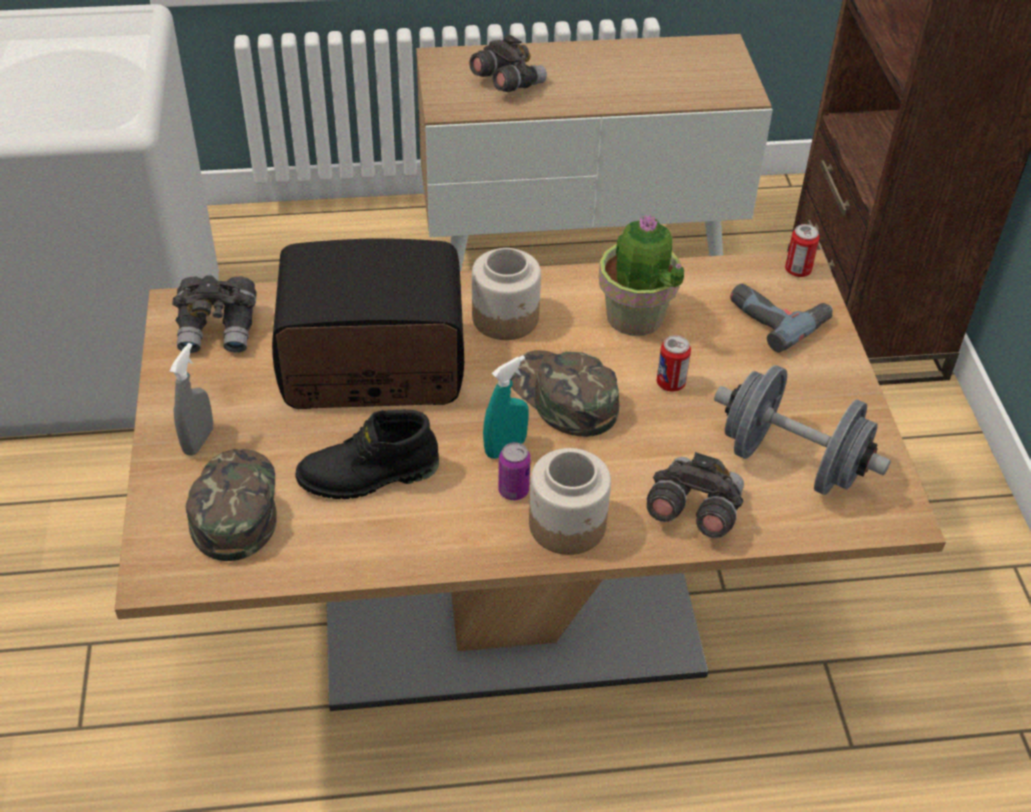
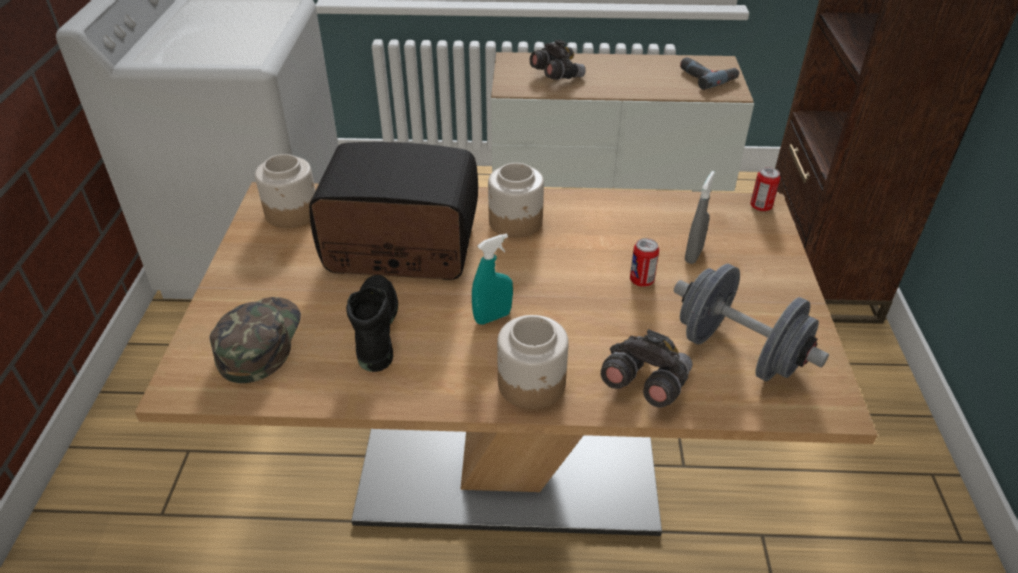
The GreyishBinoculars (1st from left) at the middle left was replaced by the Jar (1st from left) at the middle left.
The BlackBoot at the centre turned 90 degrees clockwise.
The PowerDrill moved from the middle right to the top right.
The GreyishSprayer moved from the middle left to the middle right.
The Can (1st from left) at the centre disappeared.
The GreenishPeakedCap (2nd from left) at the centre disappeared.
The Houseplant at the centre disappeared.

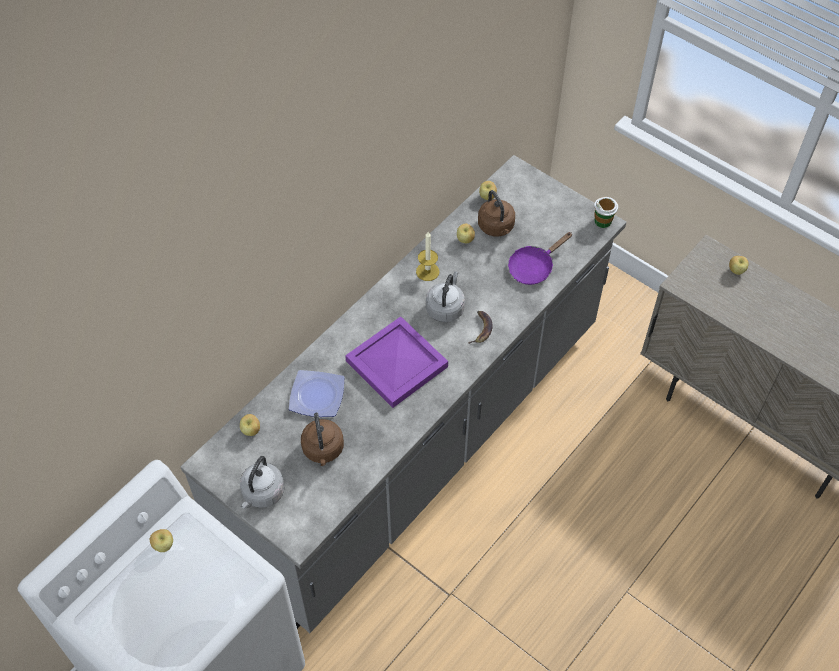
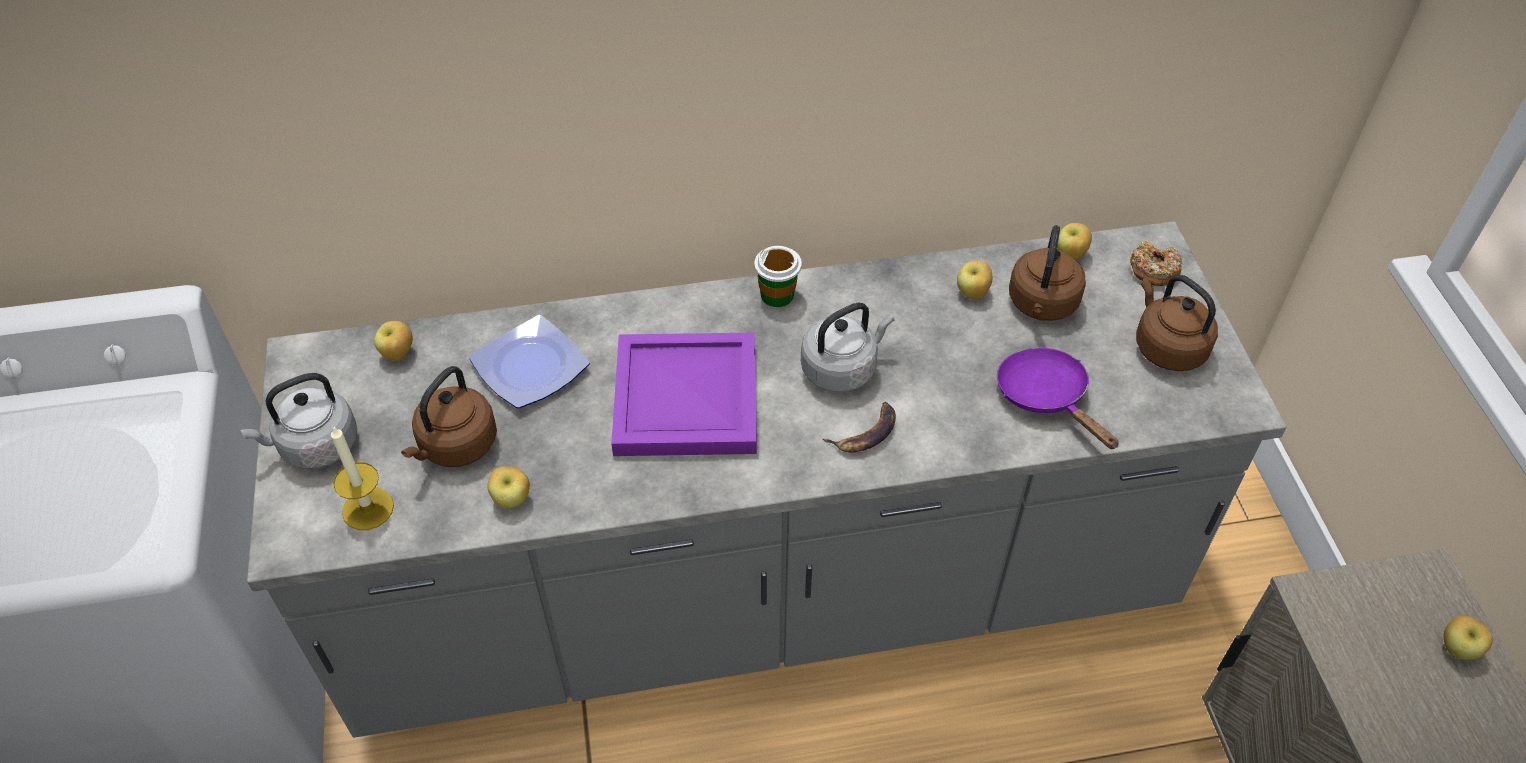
The WaxLight moved from the centre to the middle left.
The Apple (1st from left in the first image) moved from the bottom left to the middle left.
The DrinkingCup moved from the top right to the centre.
The PurpleColouredFryingPan at the centre turned 60 degrees clockwise.
The RingDoughnut at the middle right appeared.
The BrownColouredTeaKettle (3rd from left) at the middle right appeared.

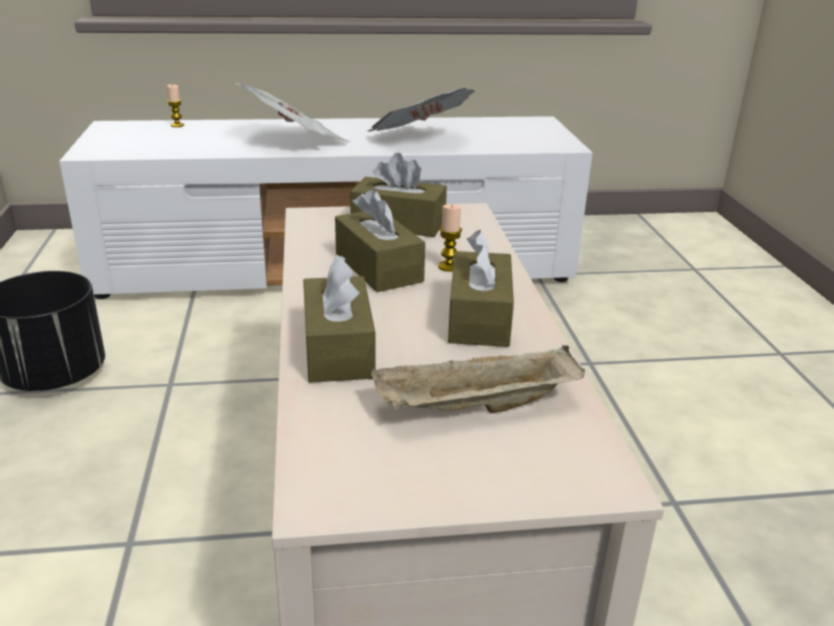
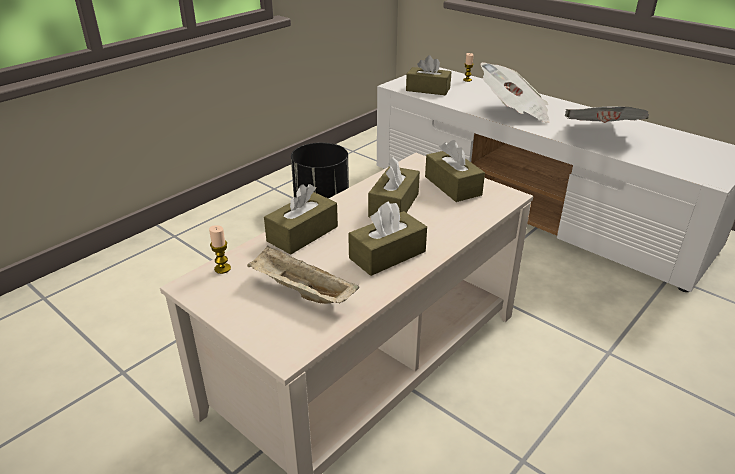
The WaxLight (2nd from left in the first image) moved from the centre to the middle left.
The BrownColouredTissueHolder (4th from left) at the top centre appeared.

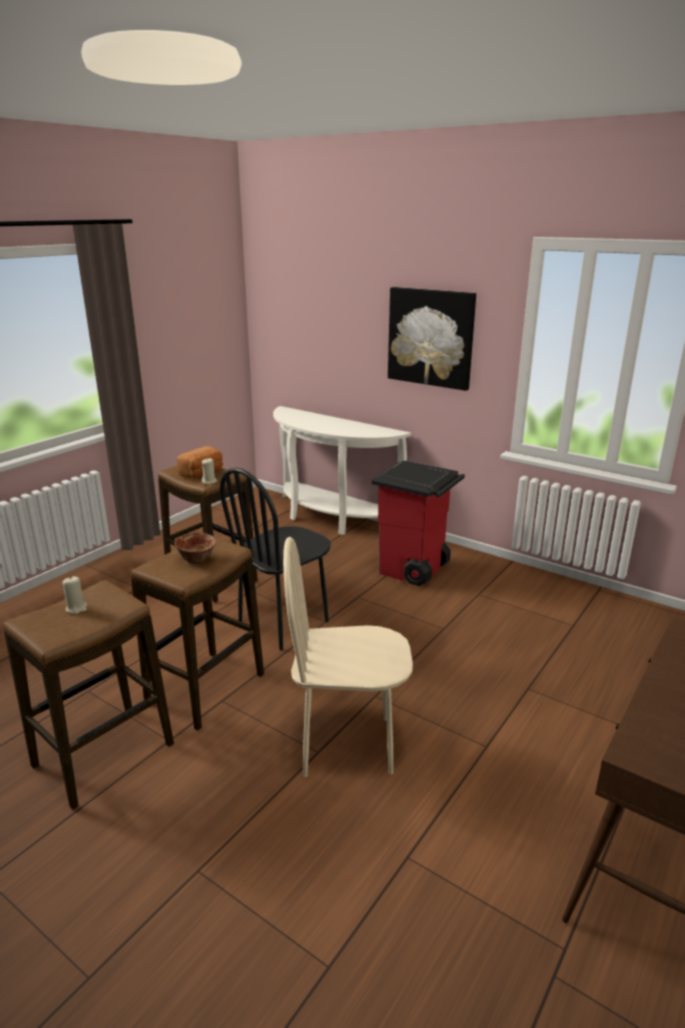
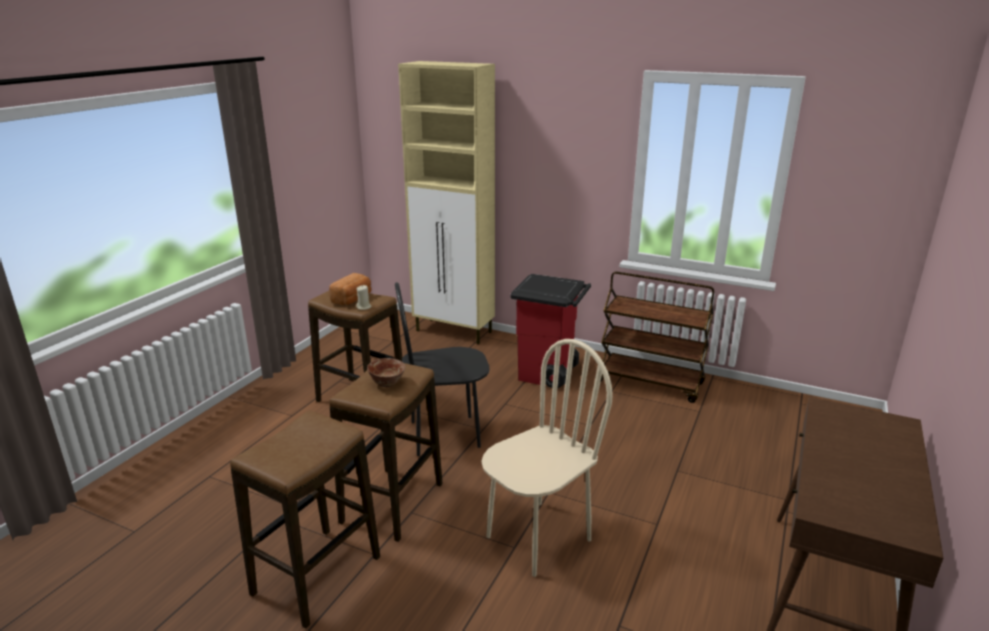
The BlackPlainChair at the centre turned 45 degrees clockwise.
The WhitishNarrowTable at the centre was replaced by the BeigeColouredCupboard at the top centre.
The BeigeColouredPlainChair at the centre turned 150 degrees clockwise.
The BrownColouredWheeledCart at the centre appeared.
The BeigeColouredWaxLight (1st from left) at the middle left disappeared.
The WallArt at the top centre disappeared.

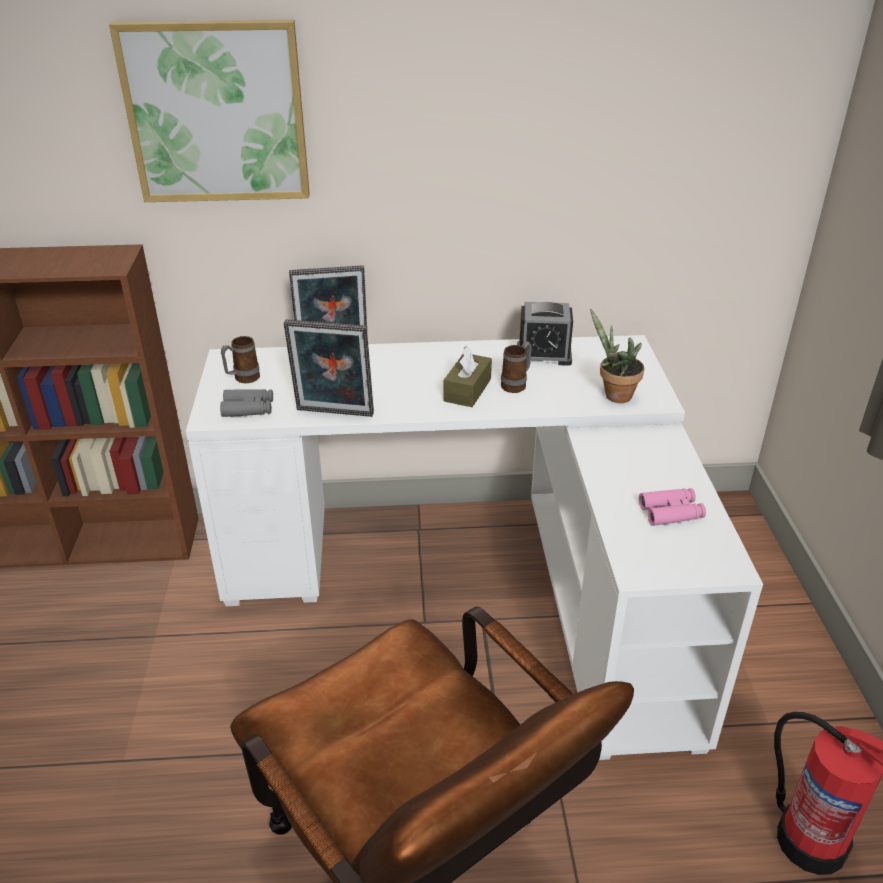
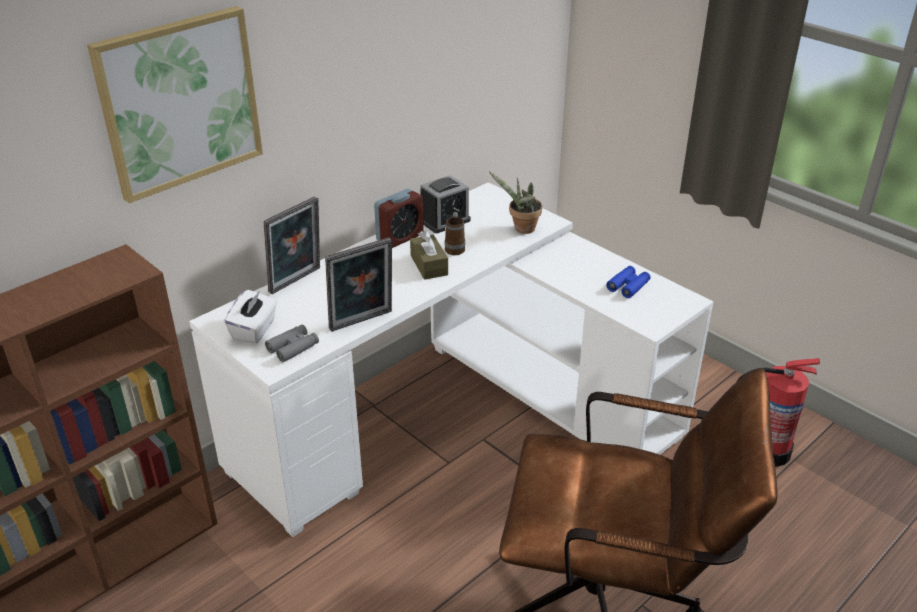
The Mug (1st from left) at the middle left was replaced by the WhitishTissueHolder at the middle left.
The BedsideClock (1st from left) at the centre appeared.
The PinkColouredBinoculars at the middle right became the BluishBinoculars at the middle right.

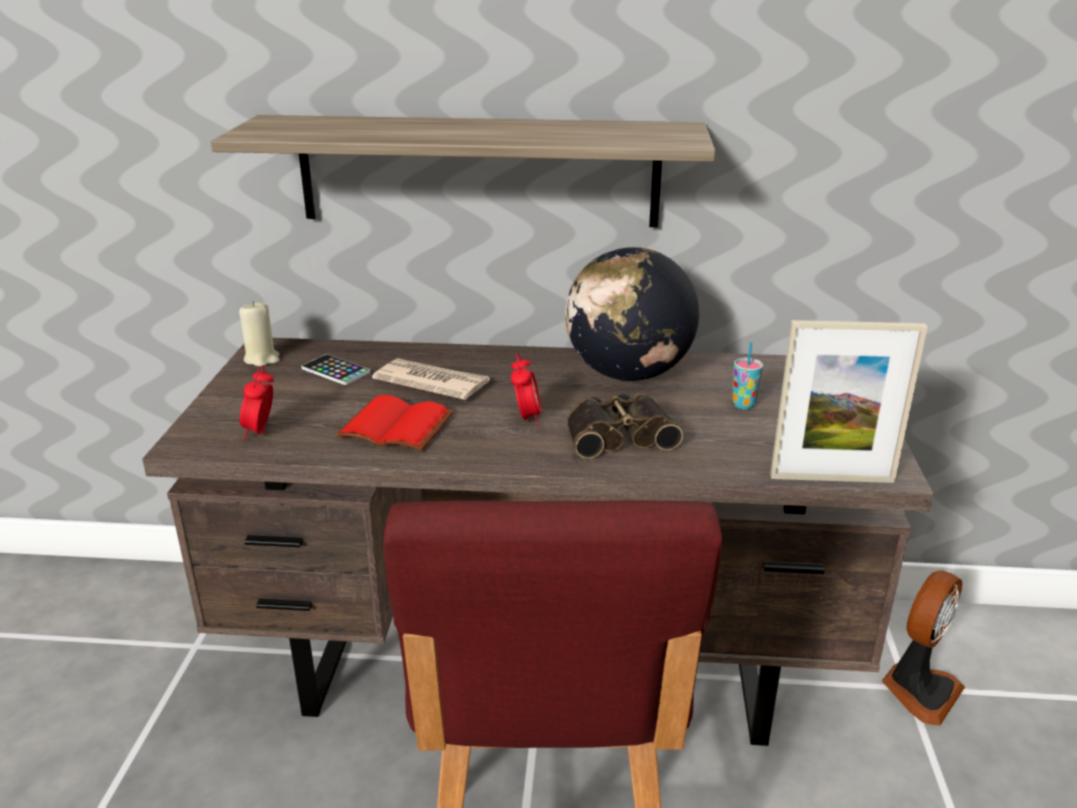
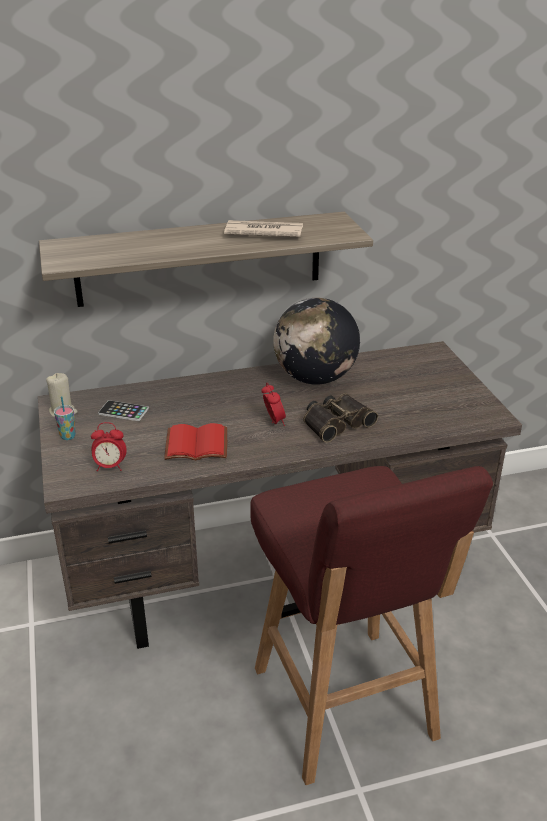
The DrinkingCup moved from the middle right to the middle left.
The BedsideClock (1st from left) at the middle left turned 75 degrees counterclockwise.
The Newspaper moved from the centre to the top centre.
The StandingFrame at the middle right disappeared.
The Fan at the bottom right disappeared.

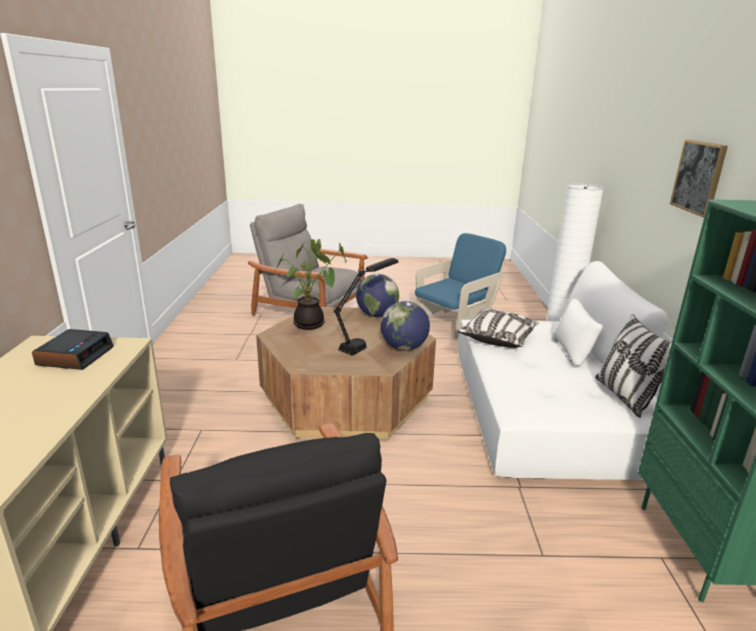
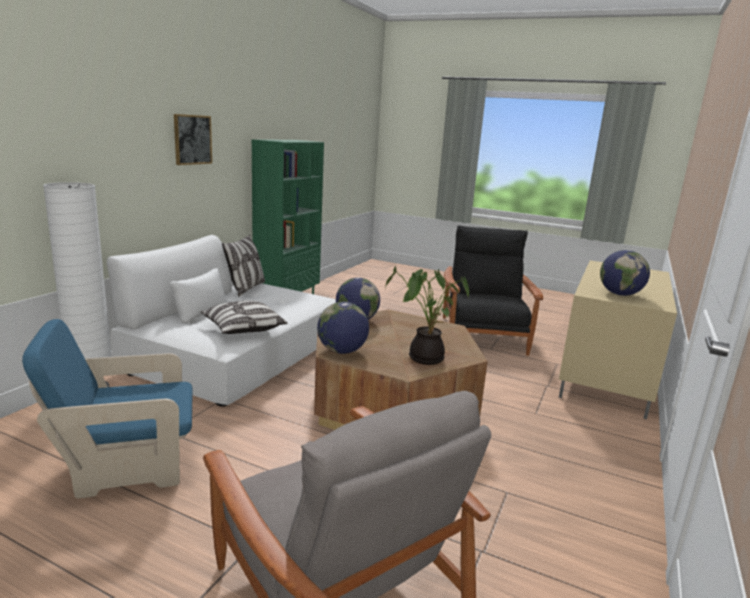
The BedsideClock at the middle left was replaced by the DeskGlobe (3rd from left) at the middle right.
The BlackTabletopLamp at the centre disappeared.

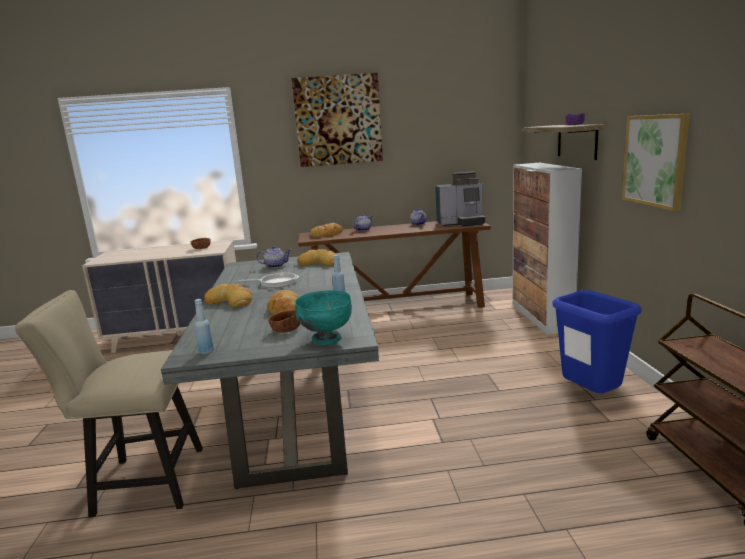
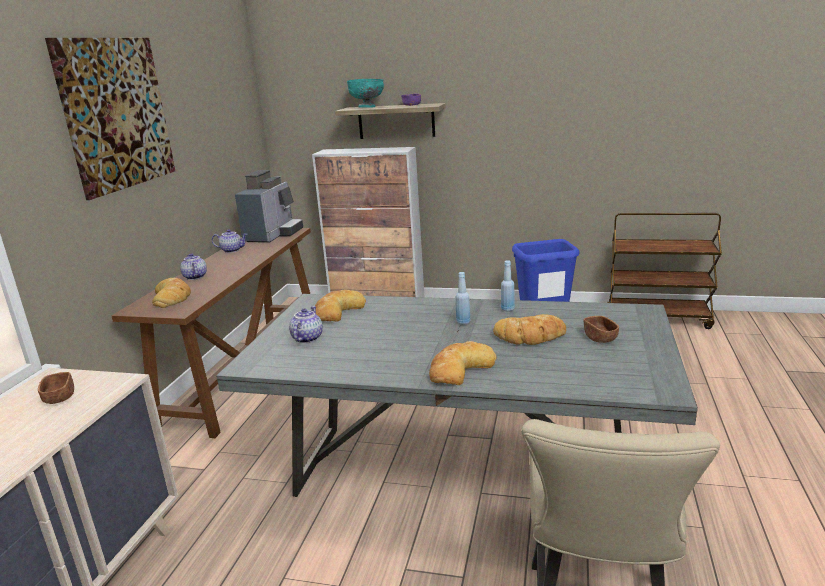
The TurquoiseDeepDish moved from the centre to the top centre.
The BluishBeverageBottle (1st from left) moved from the middle left to the centre.
The FryingPan at the centre disappeared.
The WallArt (2nd from left) at the top right disappeared.

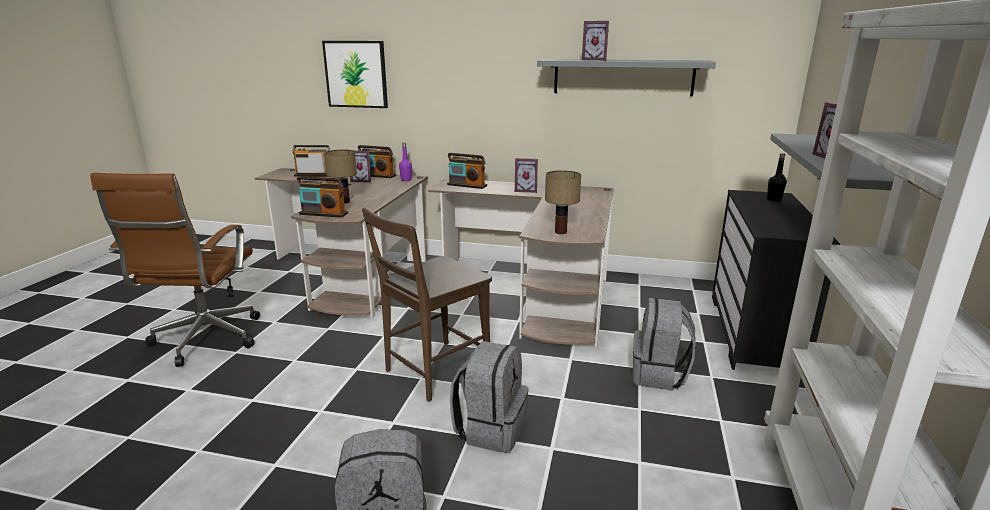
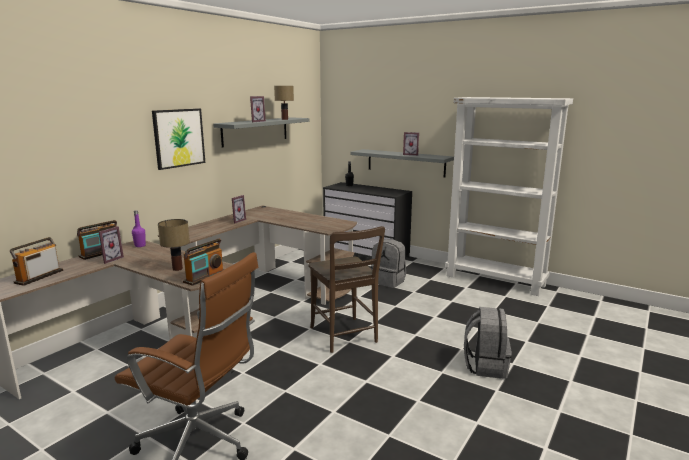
The WallArt moved from the top centre to the top left.
The TabletopLamp (2nd from left) moved from the centre to the top centre.
The RadioReceiver (4th from left) at the centre disappeared.
The GreyishKnapsack (2nd from left) at the bottom centre disappeared.

